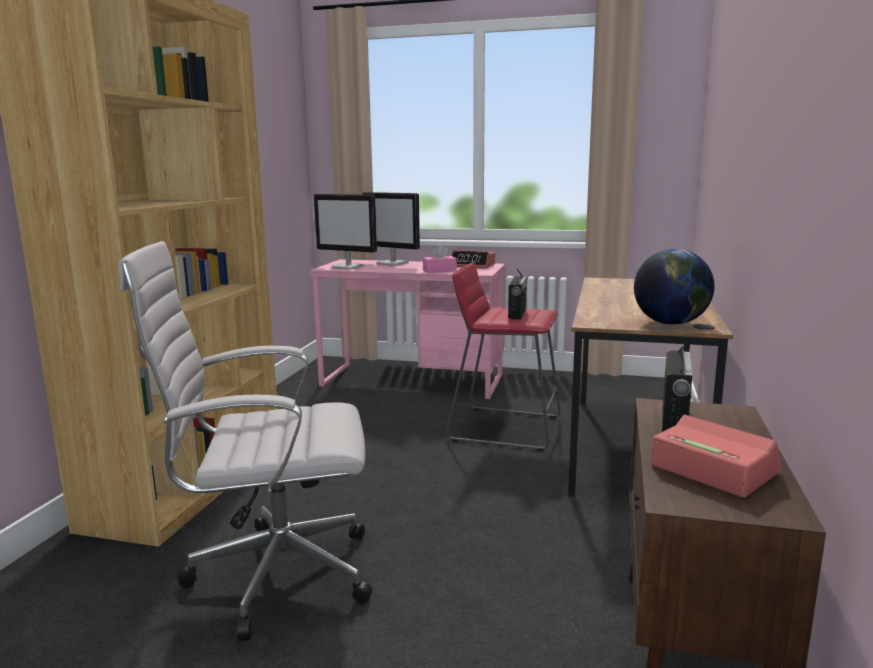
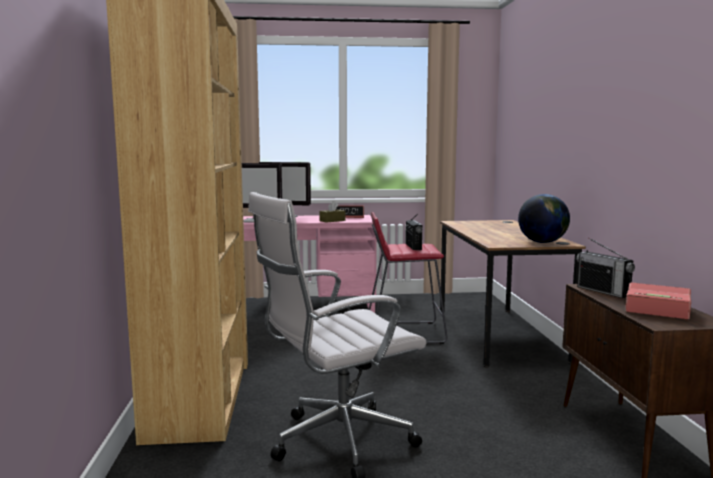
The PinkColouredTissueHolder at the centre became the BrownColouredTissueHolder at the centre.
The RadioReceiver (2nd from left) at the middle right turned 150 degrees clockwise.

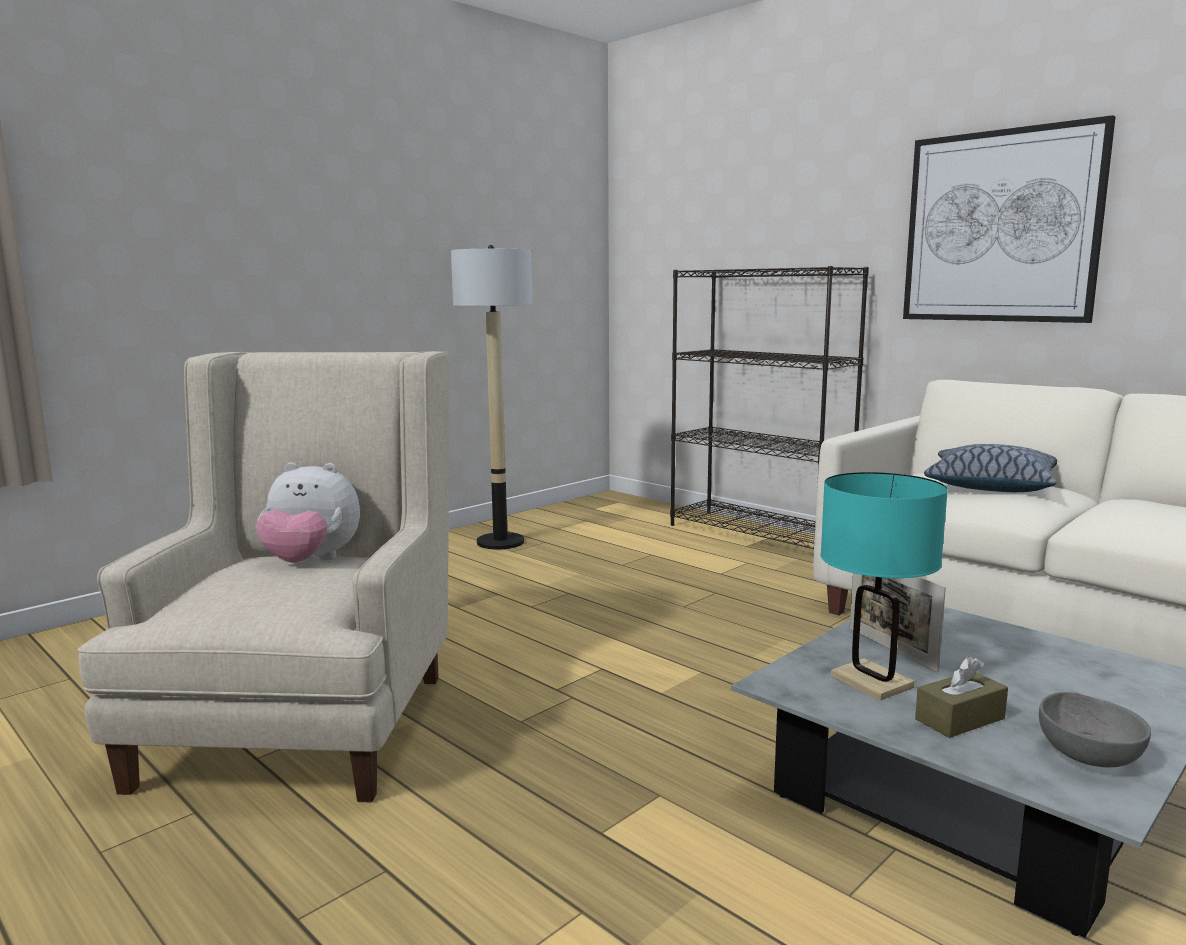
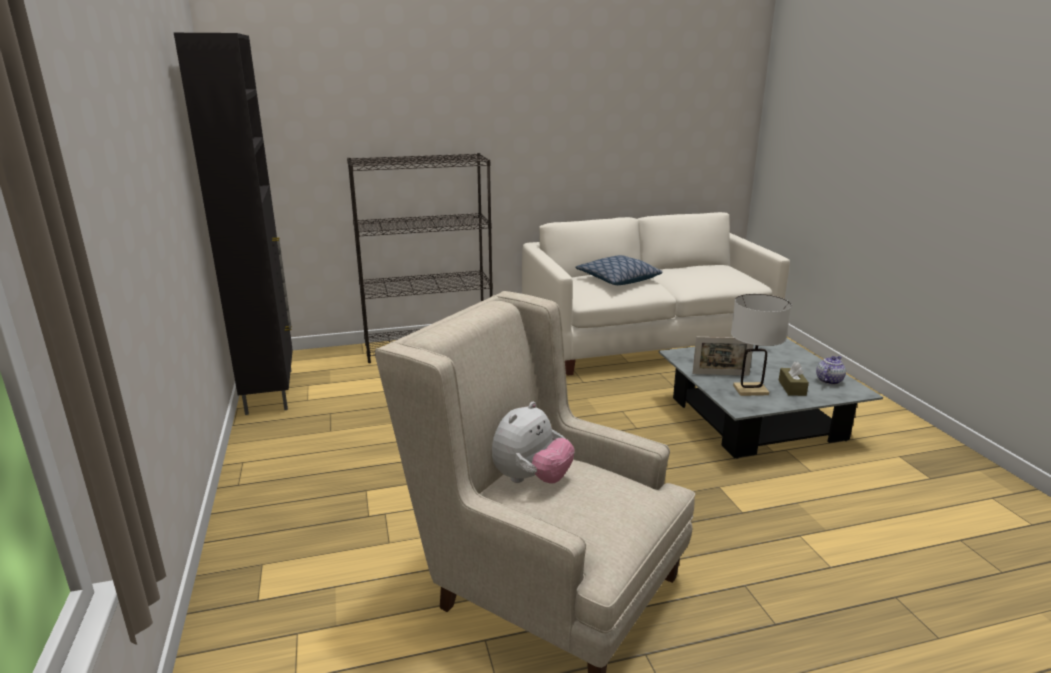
The BlackCupboard at the top left appeared.
The TurquoiseTabletopLamp at the middle right became the WhitishTabletopLamp at the middle right.
The GreyishDeepDish at the bottom right was replaced by the Teapot at the middle right.
The FloorLamp at the centre disappeared.
The WallArt at the top right disappeared.

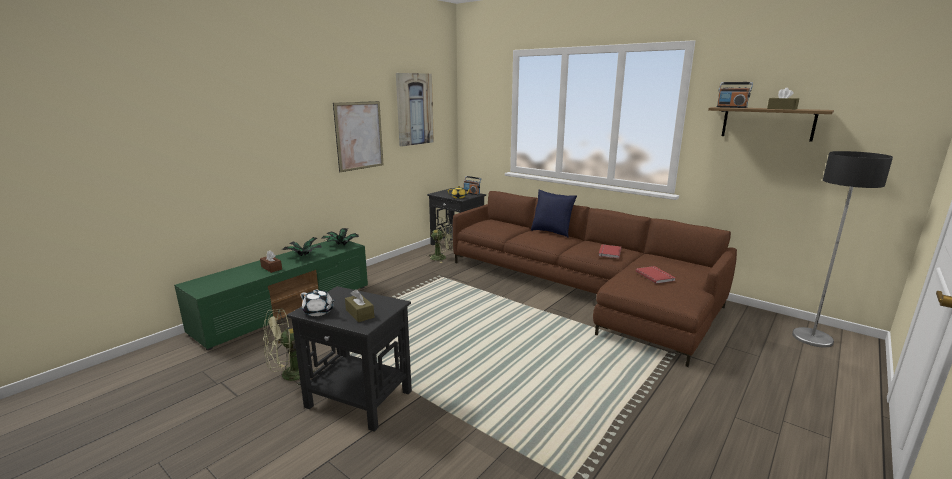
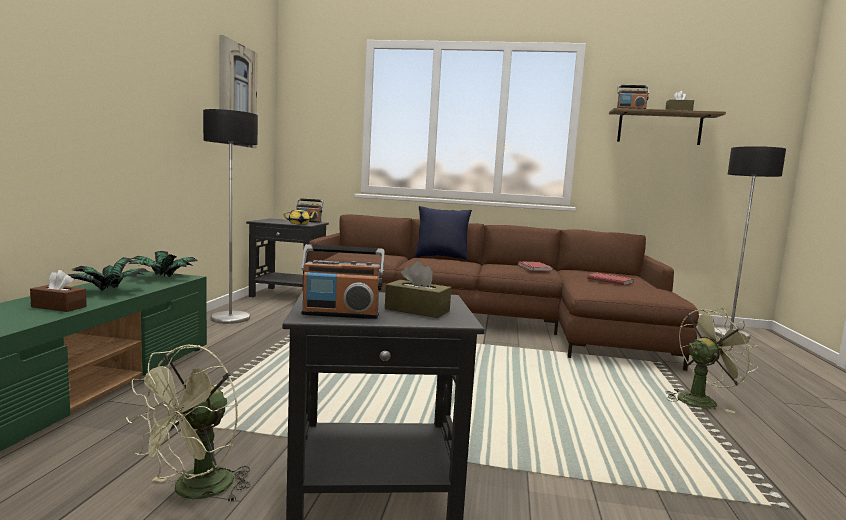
The FloorLamp (1st from left) at the middle left appeared.
The WhitishTeapot at the centre was replaced by the RadioReceiver (2nd from left) at the centre.
The GreenishFan (2nd from left) moved from the centre to the bottom right.
The WallArt (1st from left) at the top centre disappeared.

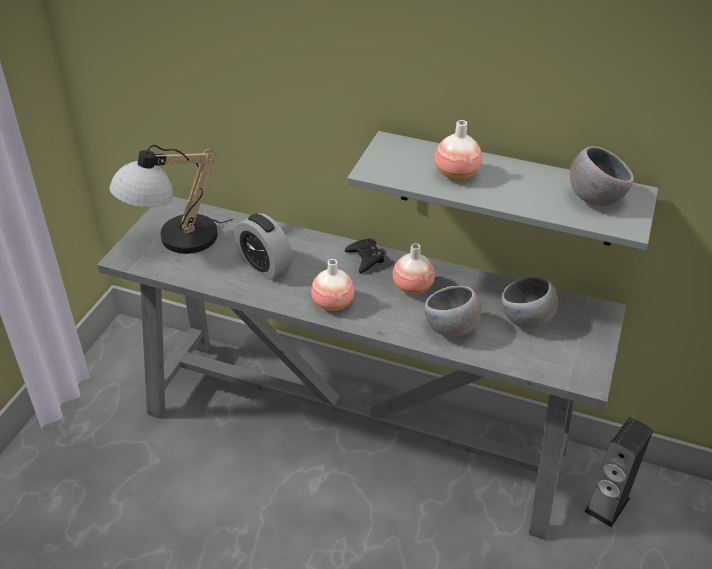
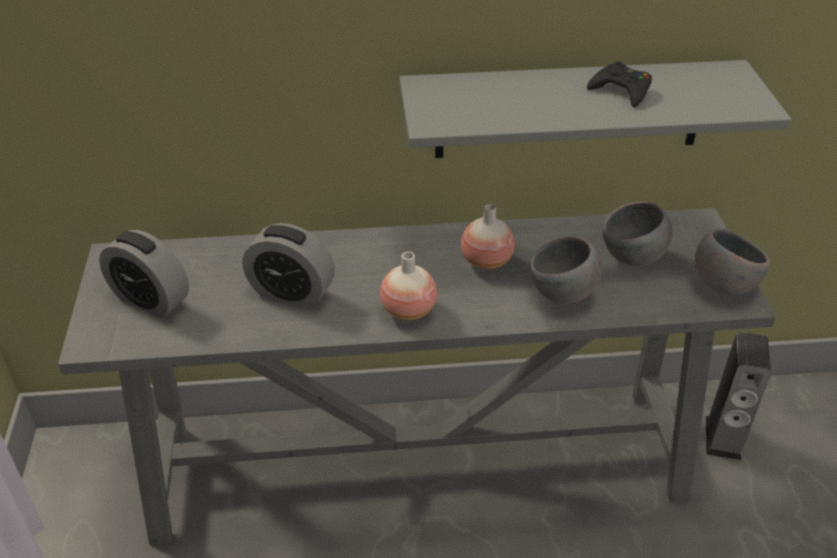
The TabletopLamp at the middle left was replaced by the BedsideClock (1st from left) at the middle left.
The BlackGameController moved from the centre to the top right.
The GreyishDeepDish (3rd from left) moved from the top right to the middle right.
The Vase (3rd from left) at the top centre disappeared.

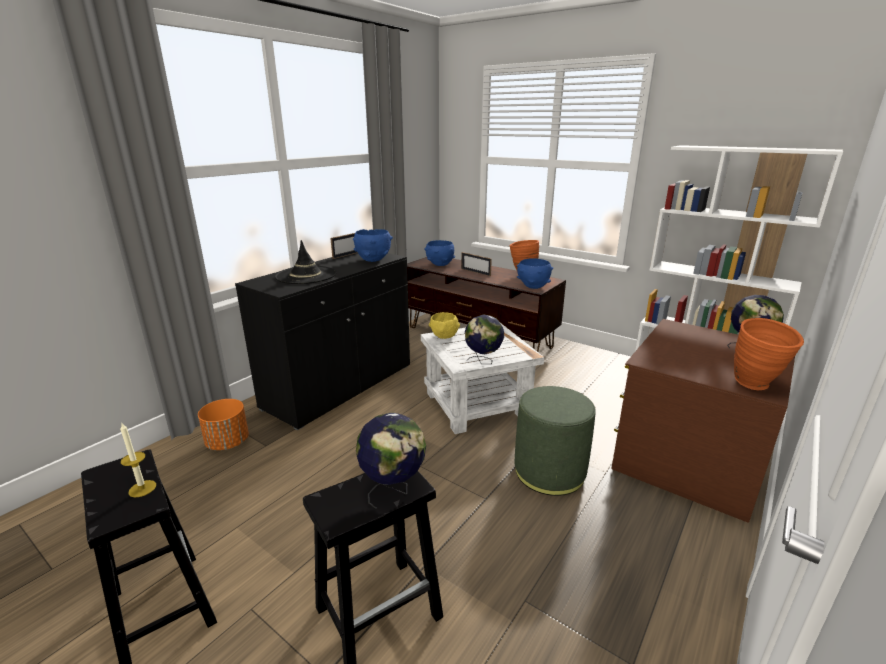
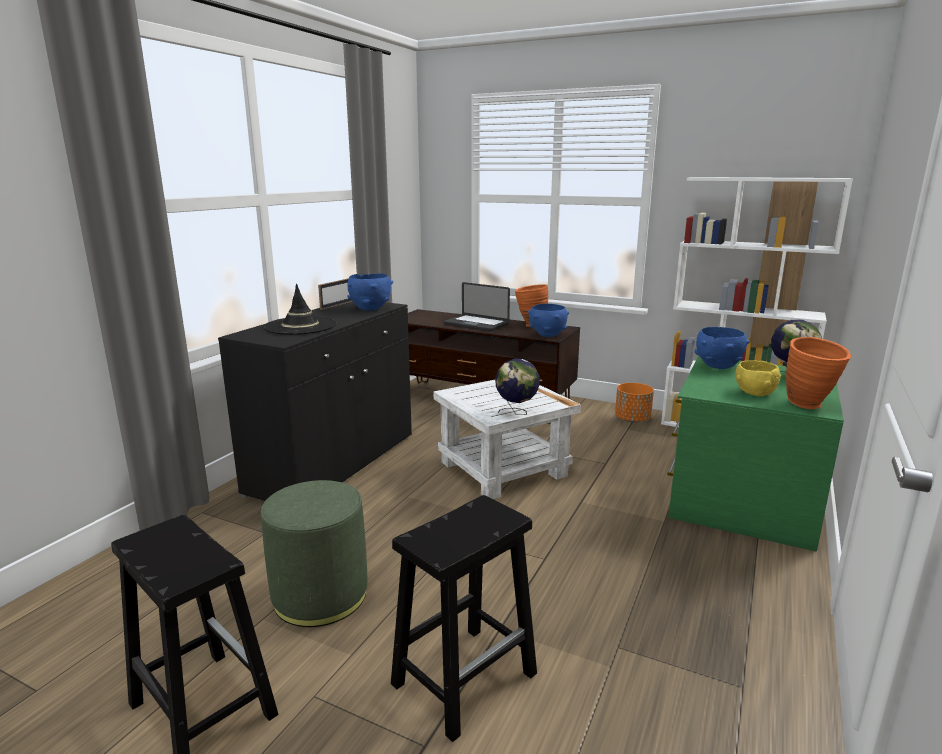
The GreenishPouffe moved from the centre to the bottom centre.
The StandingFrame (2nd from left) at the centre was replaced by the PortableComputer at the centre.
The OrangeColouredPlantPot moved from the middle left to the middle right.
The BrownColouredDrawerChest at the middle right became the GreenishDrawerChest at the middle right.
The BluishDeepDish (2nd from left in the first image) moved from the centre to the middle right.
The YellowDeepDish moved from the centre to the middle right.
The WaxLight at the bottom left disappeared.
The DeskGlobe (1st from left) at the bottom centre disappeared.

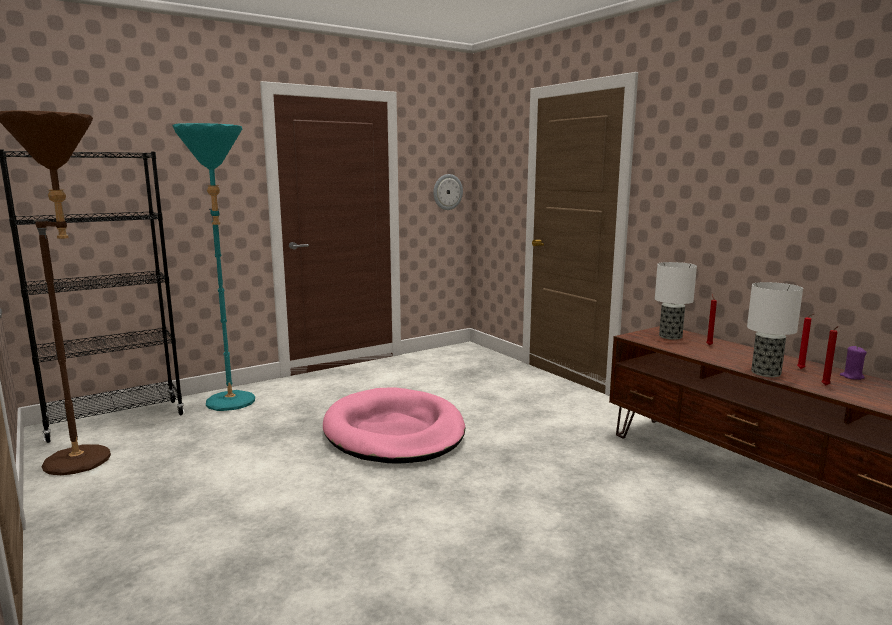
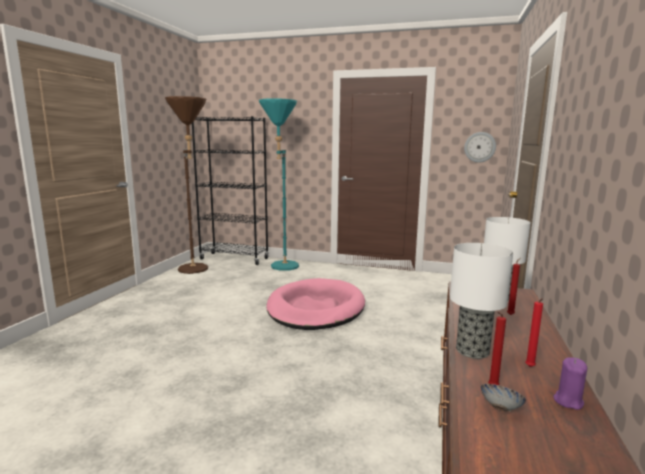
The DeepDish at the bottom right appeared.

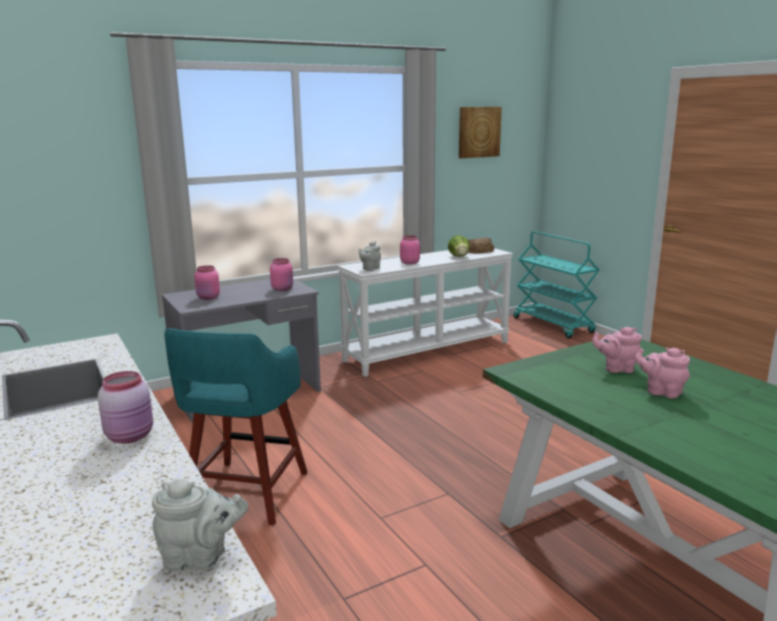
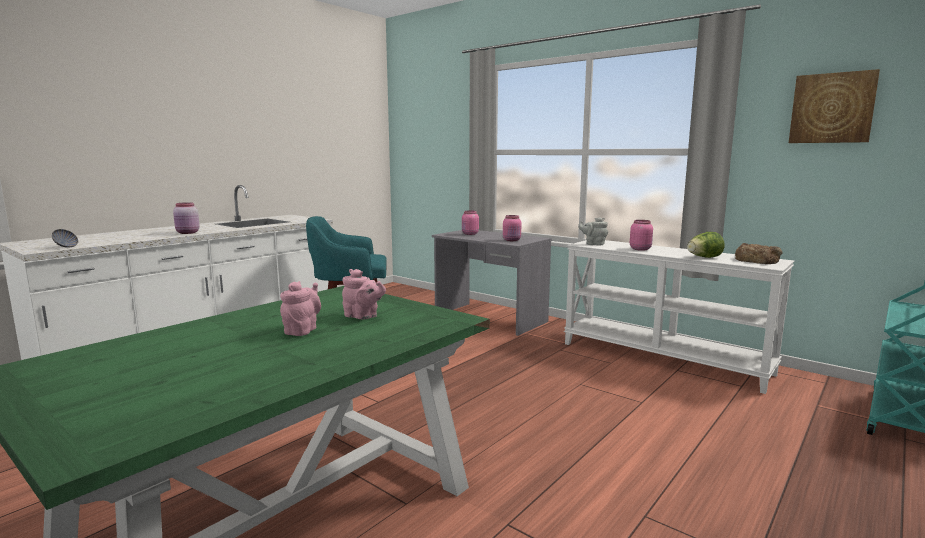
The GreyishTeapot (1st from left) at the bottom left was replaced by the DeepDish at the middle left.
The PinkColouredTeapot (1st from left in the first image) at the middle right turned 135 degrees clockwise.

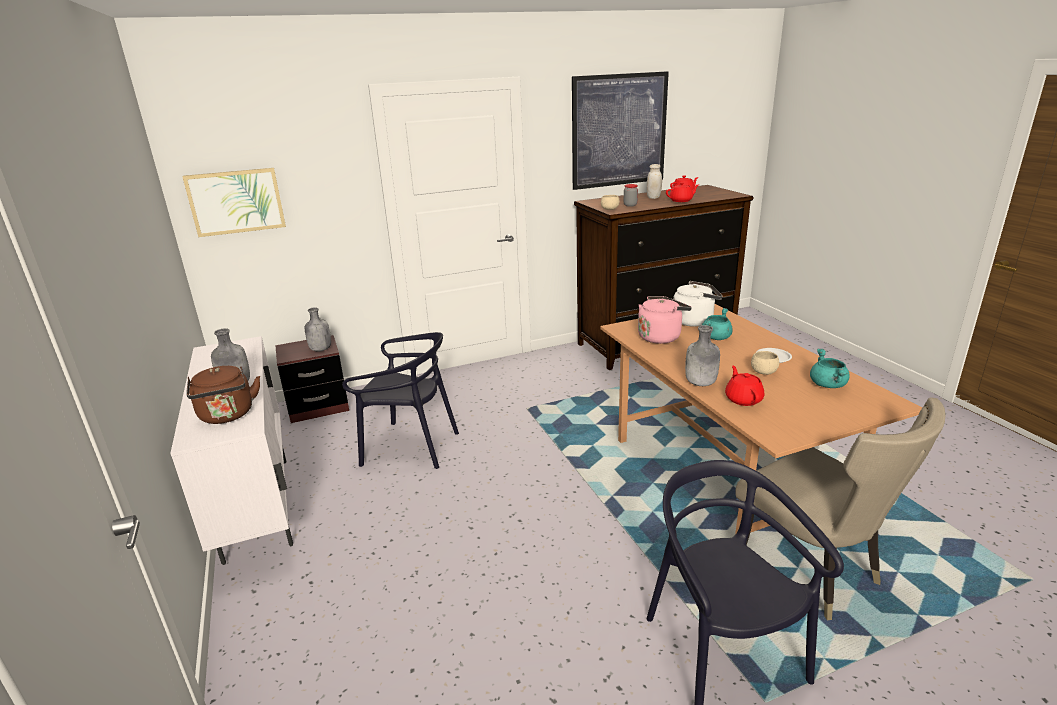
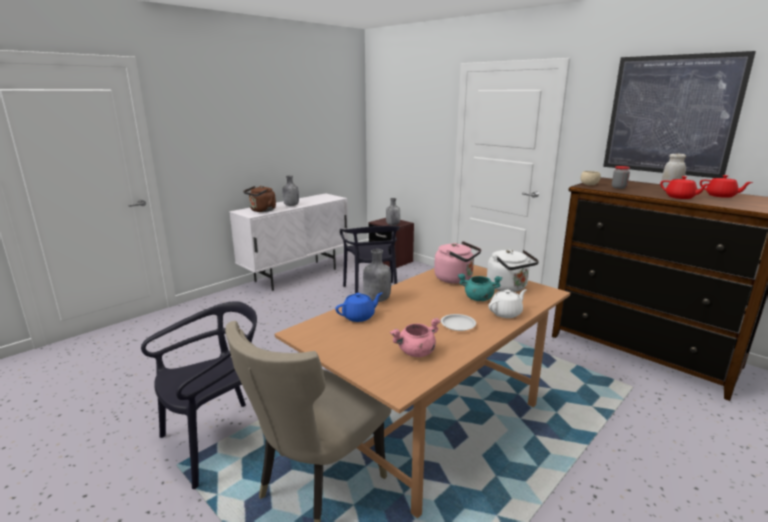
The ReddishTeapot (3rd from left) at the middle right became the BluishTeapot at the centre.
The TurquoiseCookingPot (2nd from left) at the middle right became the PinkColouredCookingPot at the centre.
The WhitishTeapot at the centre appeared.
The WallArt (1st from left) at the top left disappeared.
The BeigeColouredDeepDish (2nd from left) at the middle right disappeared.

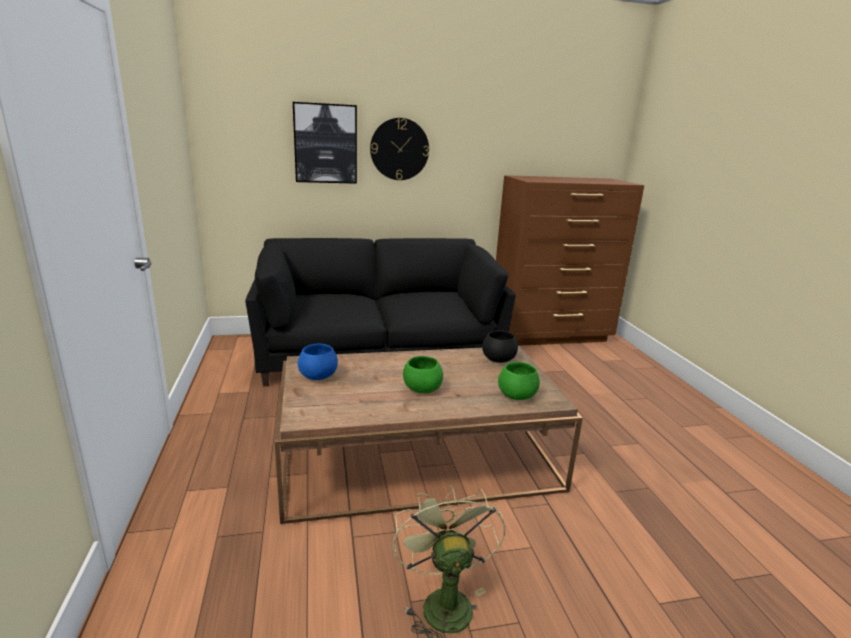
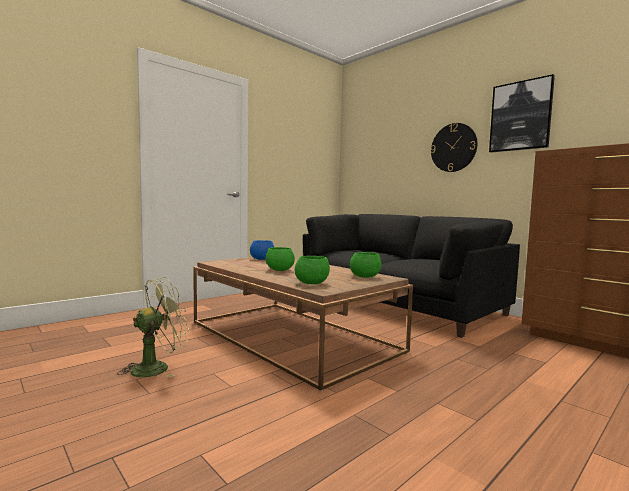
The BlackDeepDish at the centre became the GreenishDeepDish (3rd from left) at the centre.
The WallArt moved from the top centre to the top right.

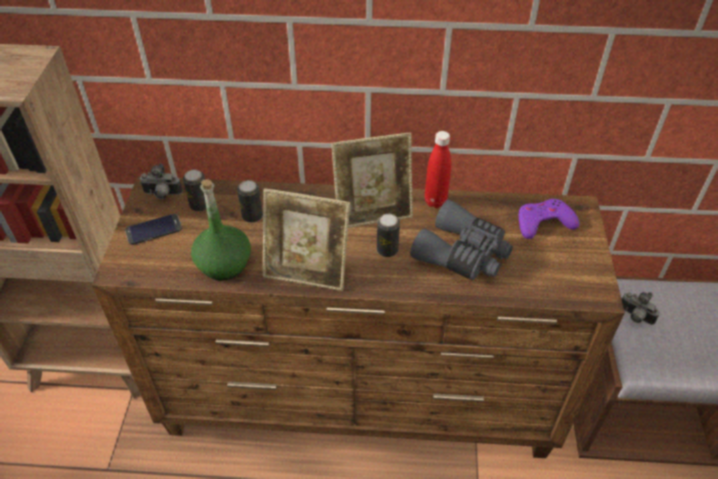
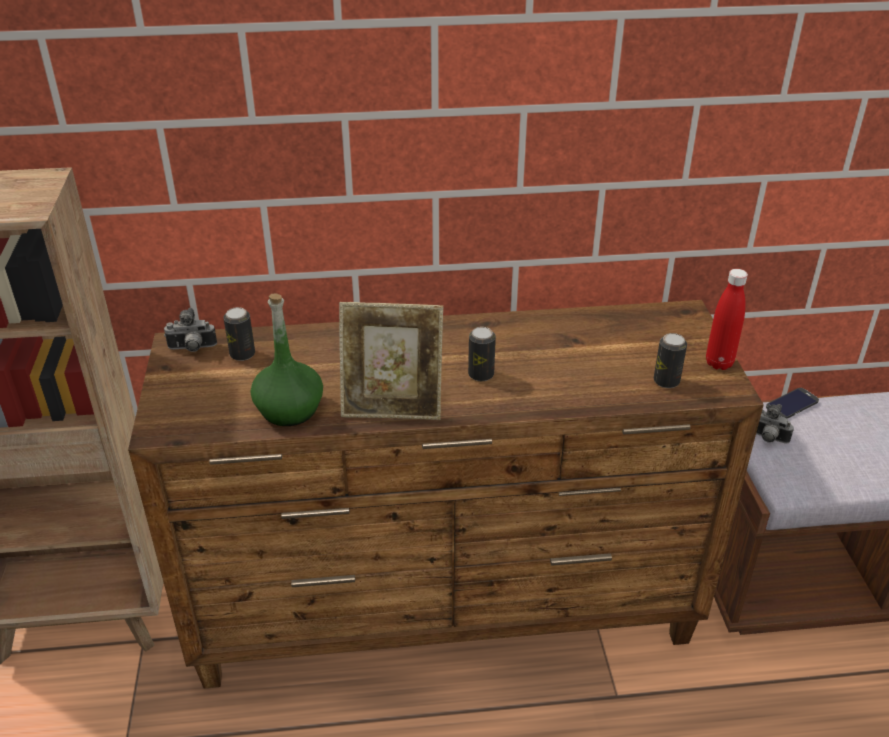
The Can (2nd from left in the first image) moved from the centre to the middle right.
The ReddishBeverageBottle moved from the centre to the middle right.
The Telephone moved from the middle left to the middle right.
The StandingFrame (2nd from left) at the centre disappeared.
The GreyishBinoculars at the centre disappeared.
The PurpleColouredGameController at the middle right disappeared.

